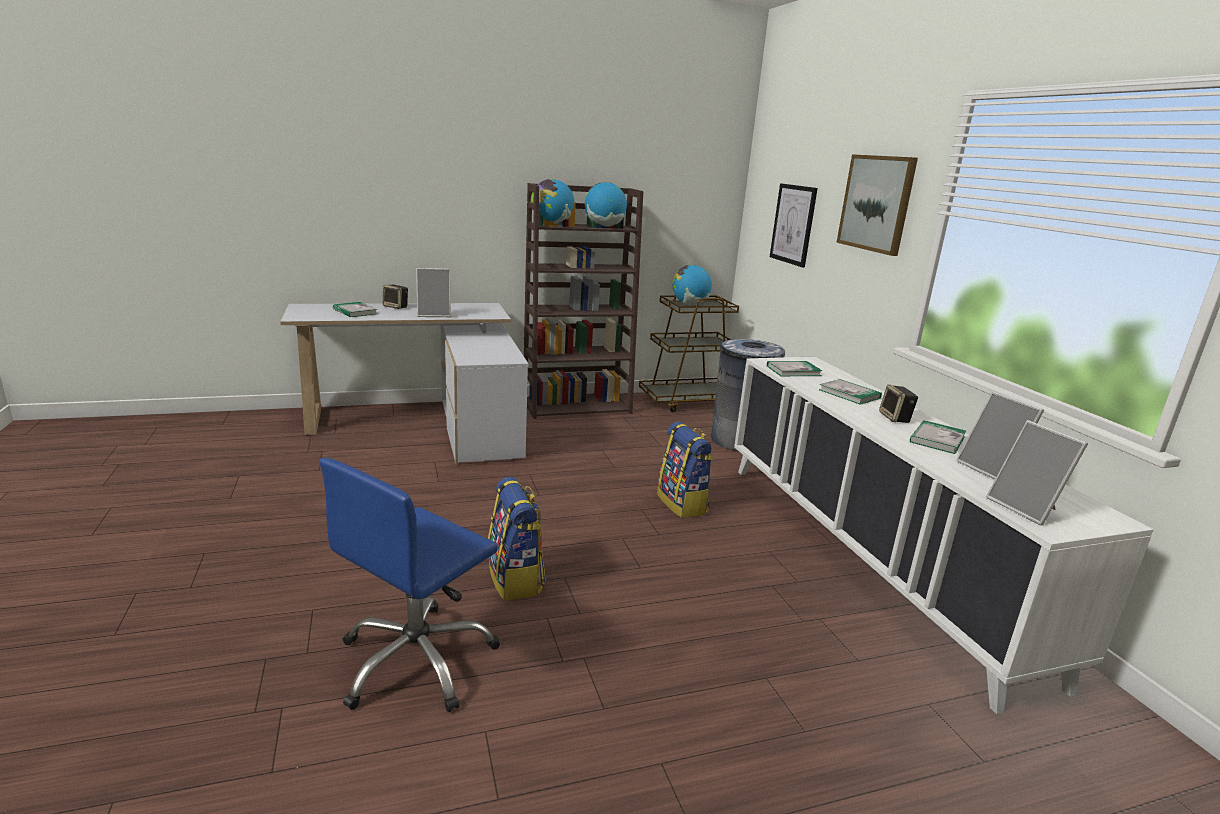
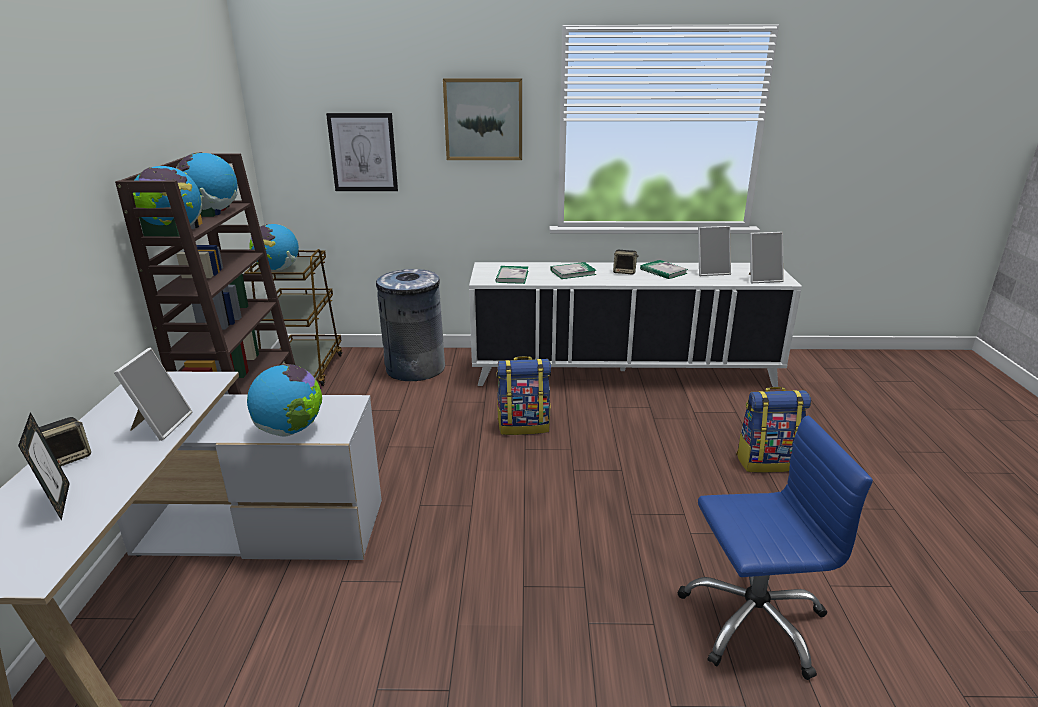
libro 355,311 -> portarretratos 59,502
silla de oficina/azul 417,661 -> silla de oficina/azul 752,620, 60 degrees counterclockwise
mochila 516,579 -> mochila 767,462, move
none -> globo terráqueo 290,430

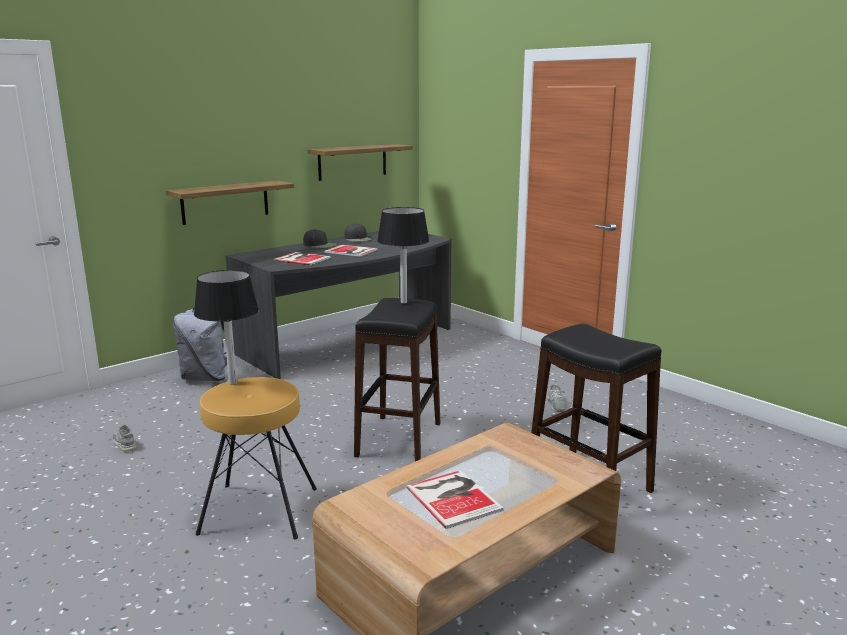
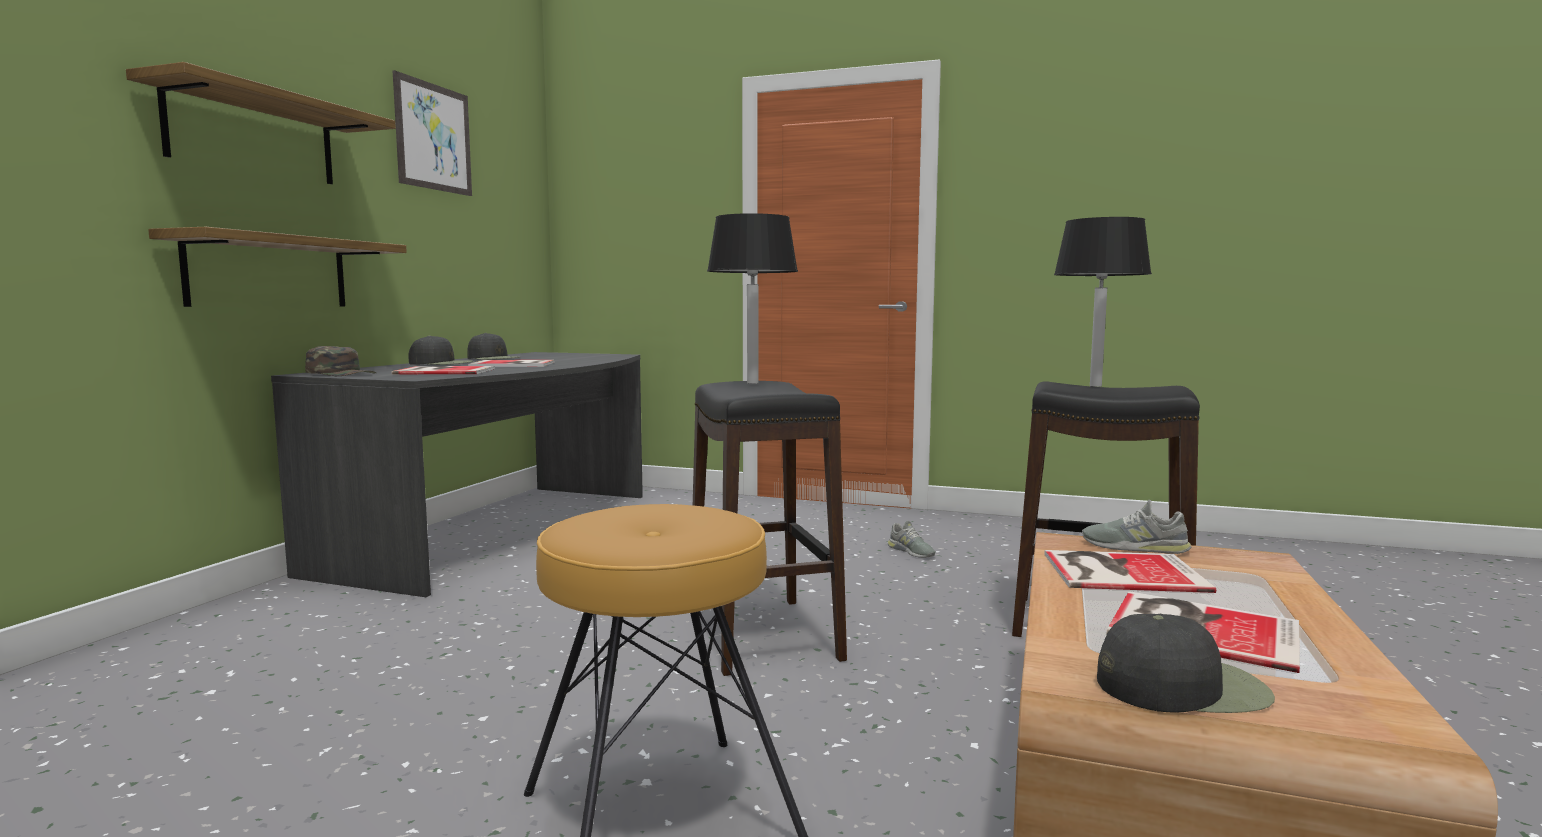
estante 352,162 -> estante 253,136, move
lámpara de mesa/negro 232,383 -> lámpara de mesa/negro 1095,386, move
mochila/gris 207,378 -> none
zapato/gris 124,443 -> zapato/gris 1134,547, move
none -> cuadro 433,137
none -> gorra/verde 341,373
none -> libro 1118,571
none -> gorra/negro 1182,686

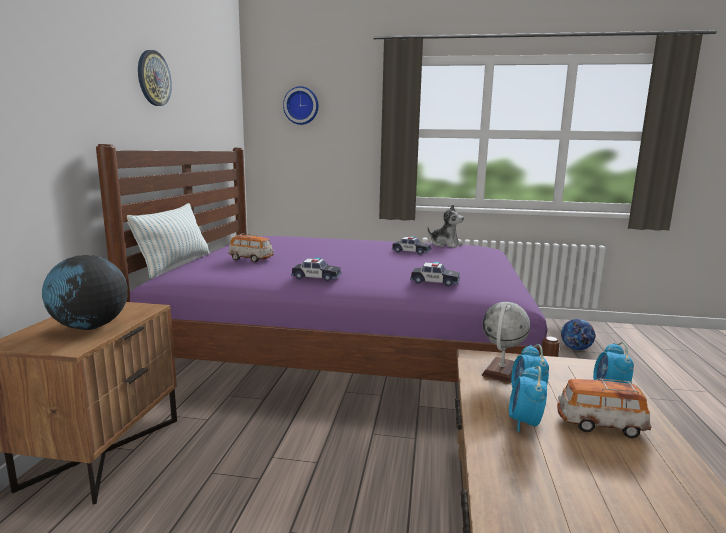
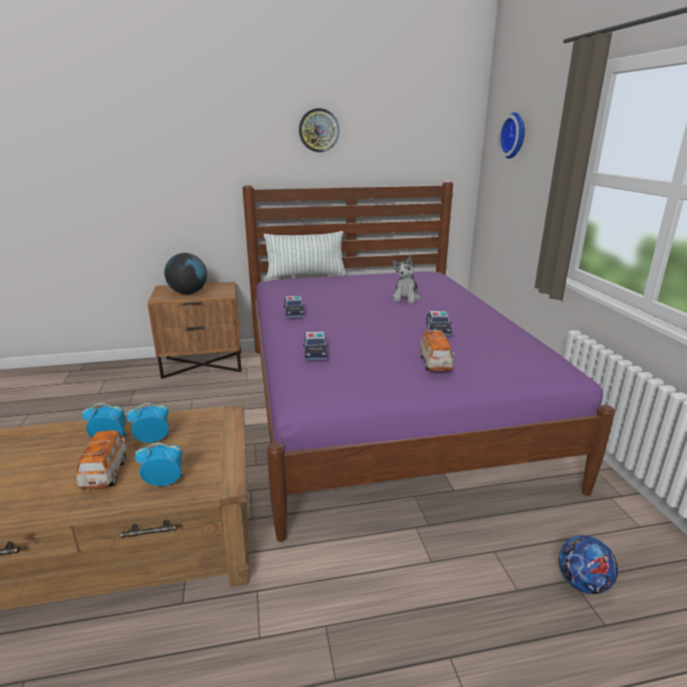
peluche 445,245 -> peluche 406,298, move
coche de juguete 251,259 -> coche de juguete 435,364, move
globo terráqueo 501,371 -> none

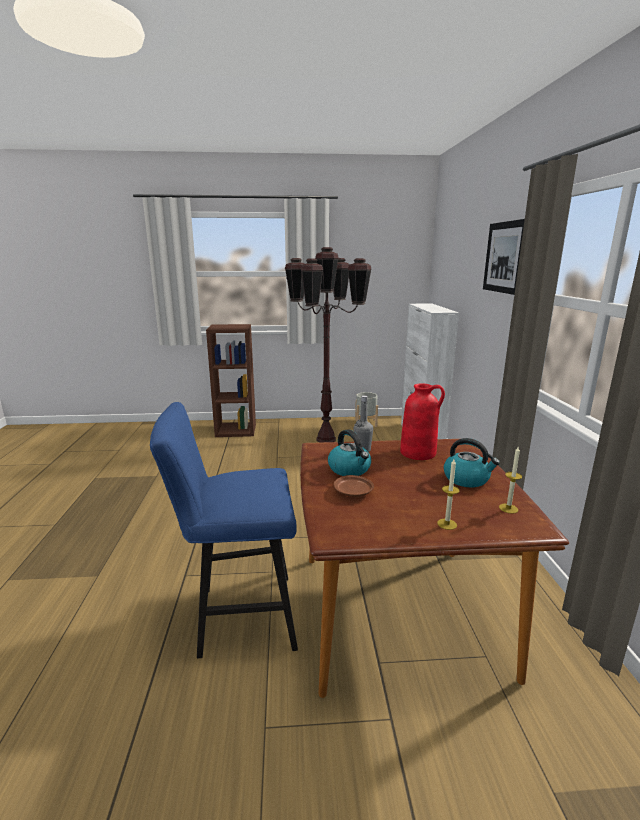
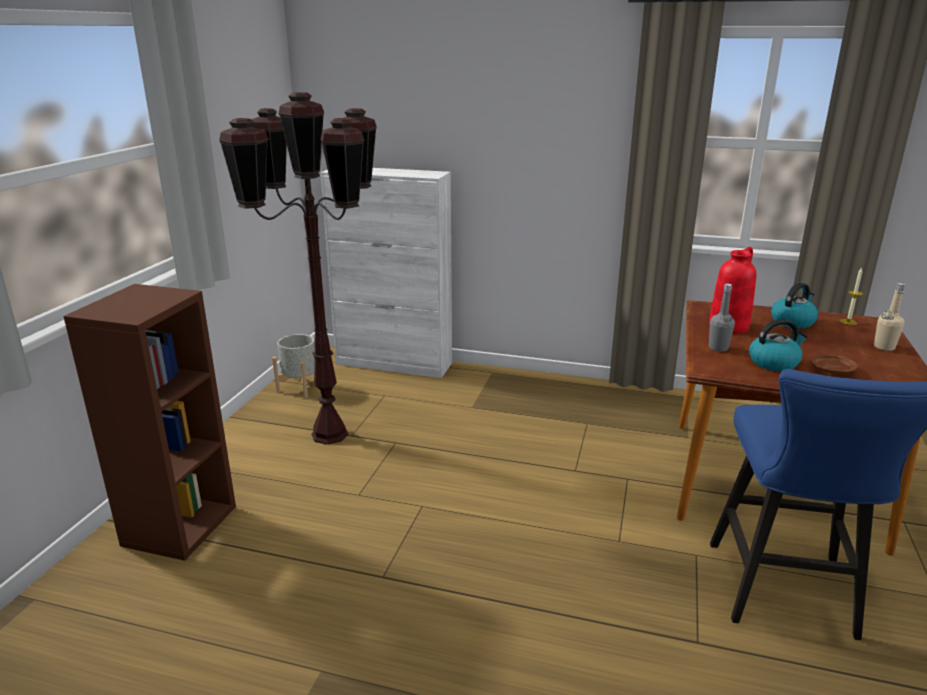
cuadro 504,257 -> none
vela 447,524 -> botella/beis 884,347

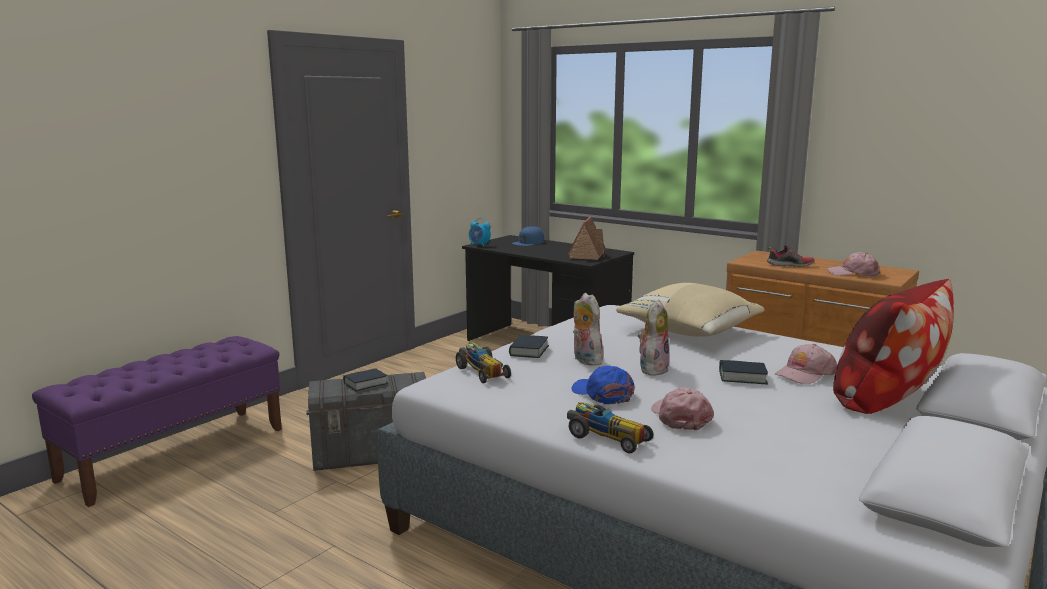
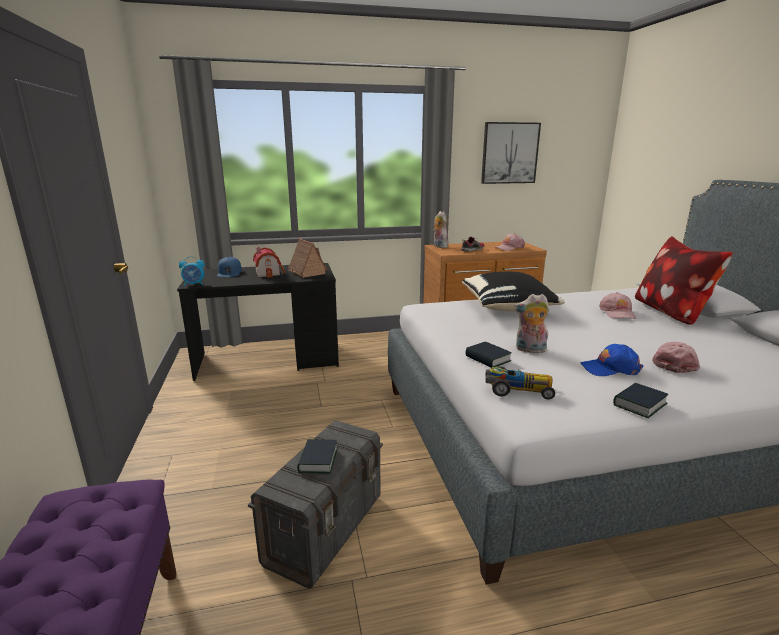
cojín/beis 690,332 -> cojín/negro 508,308
peluche 652,369 -> peluche 439,246, move
libro 742,377 -> libro 639,404, move
gorra/rosa 680,417 -> gorra/rosa 673,363, 90 degrees clockwise
coche de juguete 606,437 -> none
none -> cuadro 509,153
none -> casita 269,273

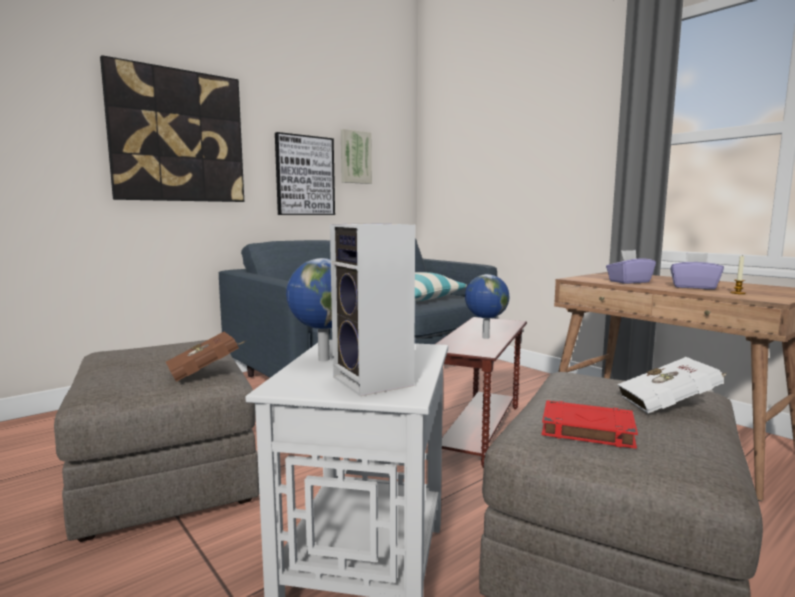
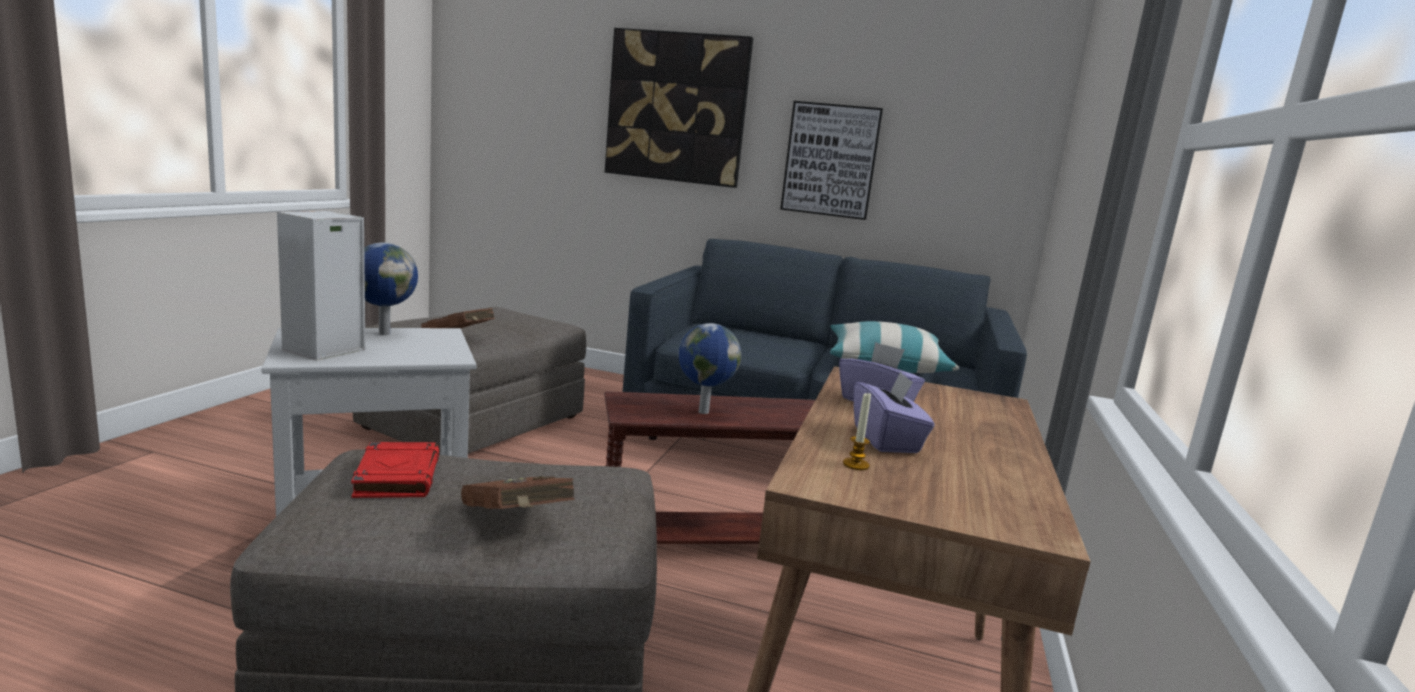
cuadro 355,157 -> none
libro/blanco 670,406 -> libro/marrón 515,523

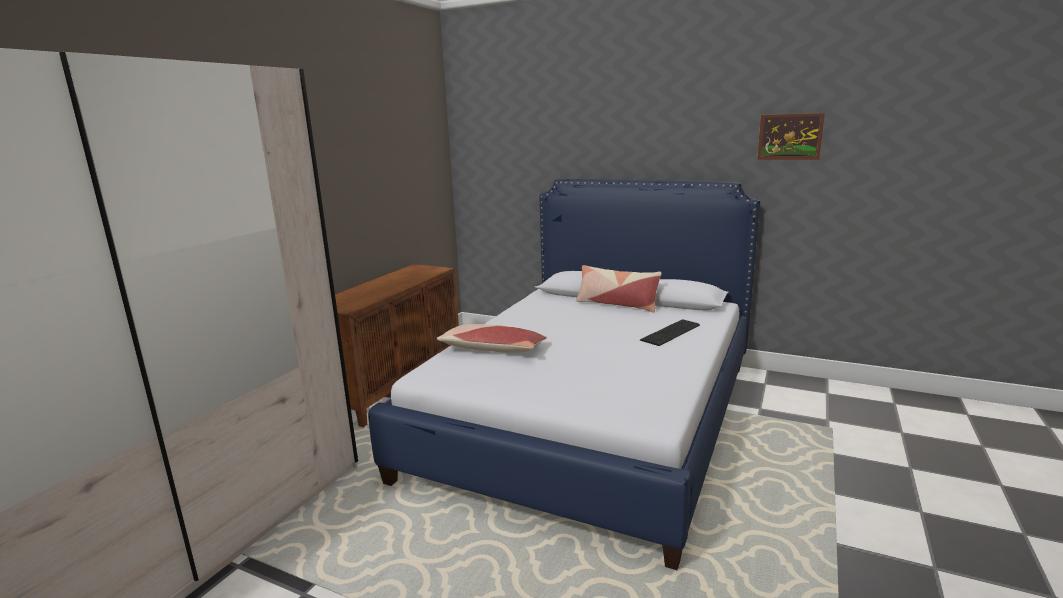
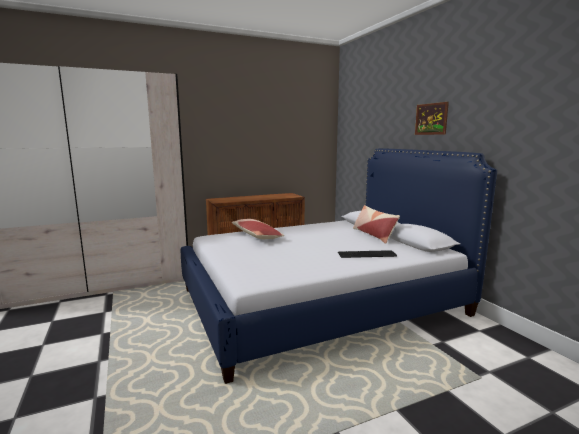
cuadro 790,136 -> cuadro 431,119, move

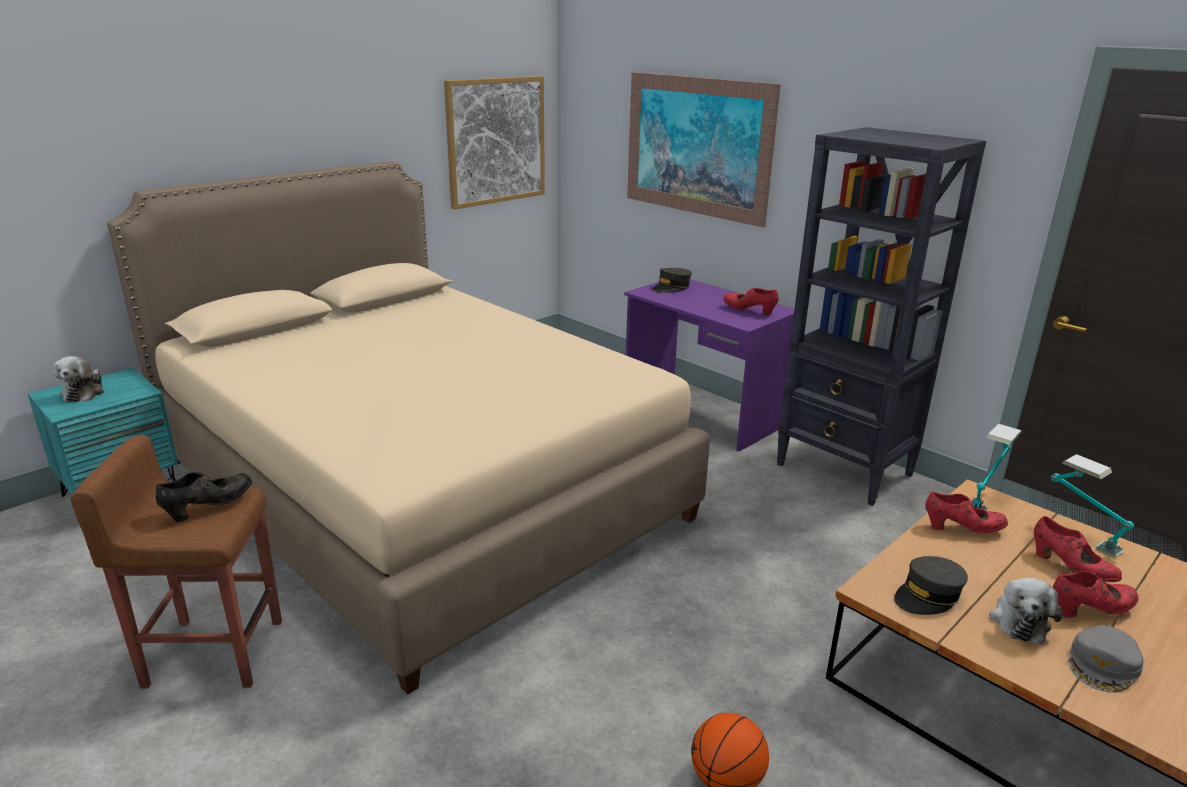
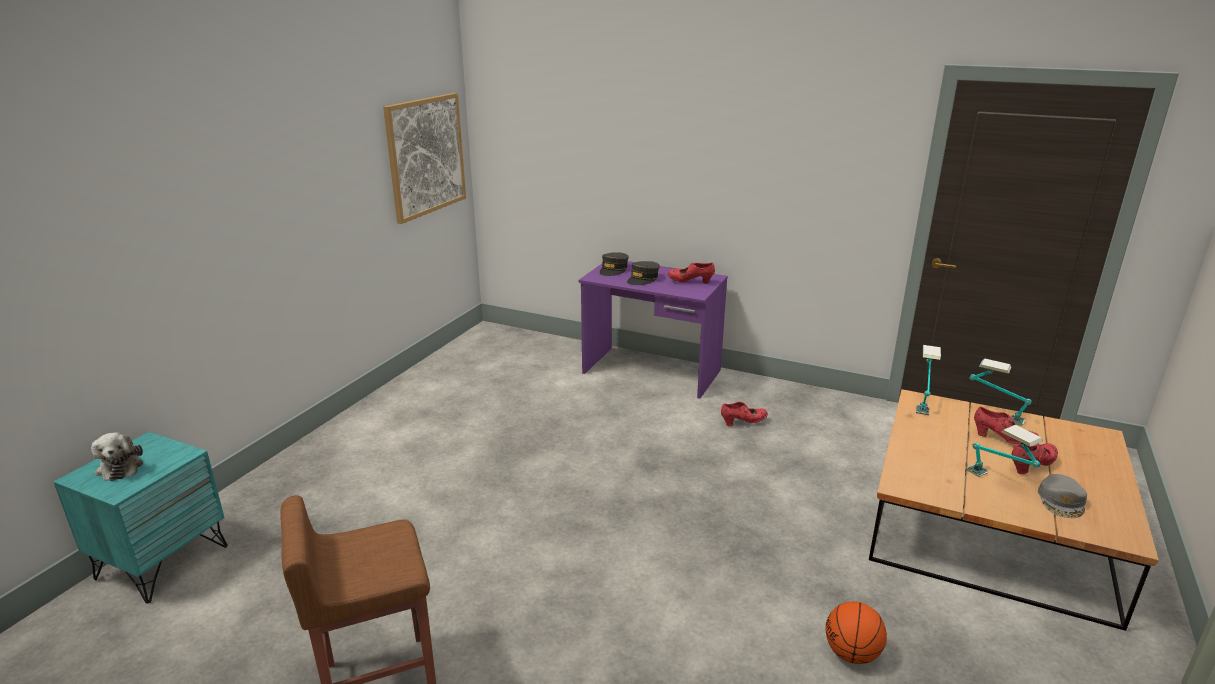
cuadro 697,146 -> none
estantería/negro 845,470 -> none
cama/beis 419,489 -> none
zapato/negro 210,507 -> none
zapato/rojo 962,529 -> zapato/rojo 743,422, move
gorra/gris 928,596 -> gorra/gris 643,279, move
peluche 1019,620 -> lámpara de mesa 998,483

